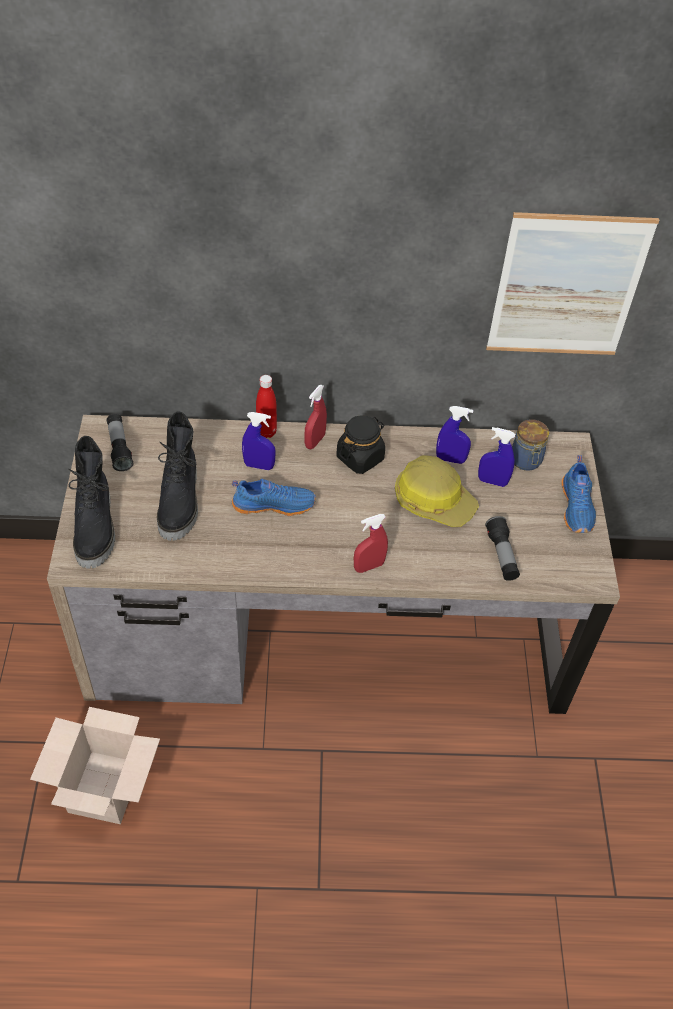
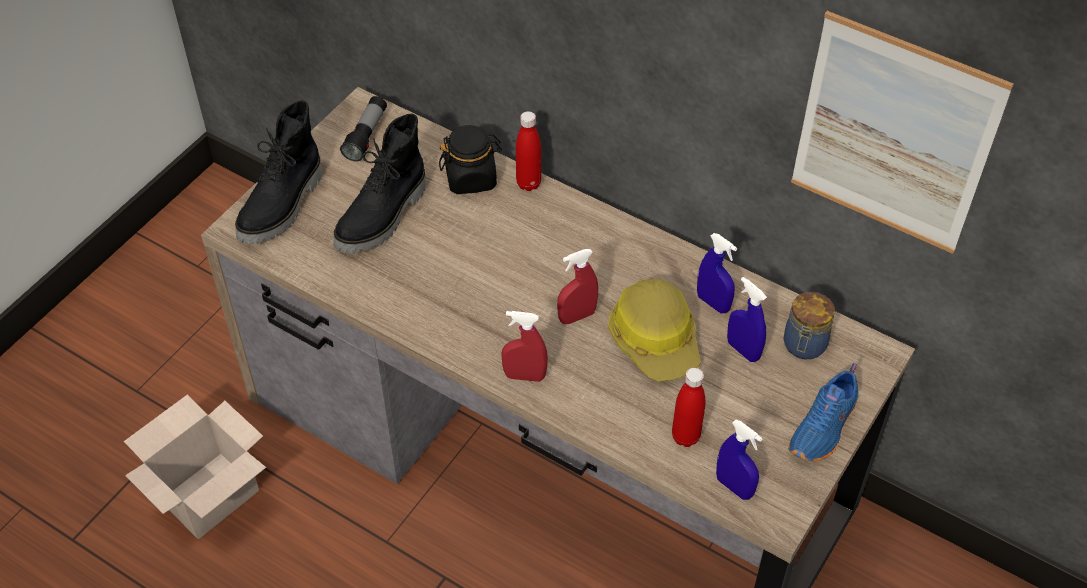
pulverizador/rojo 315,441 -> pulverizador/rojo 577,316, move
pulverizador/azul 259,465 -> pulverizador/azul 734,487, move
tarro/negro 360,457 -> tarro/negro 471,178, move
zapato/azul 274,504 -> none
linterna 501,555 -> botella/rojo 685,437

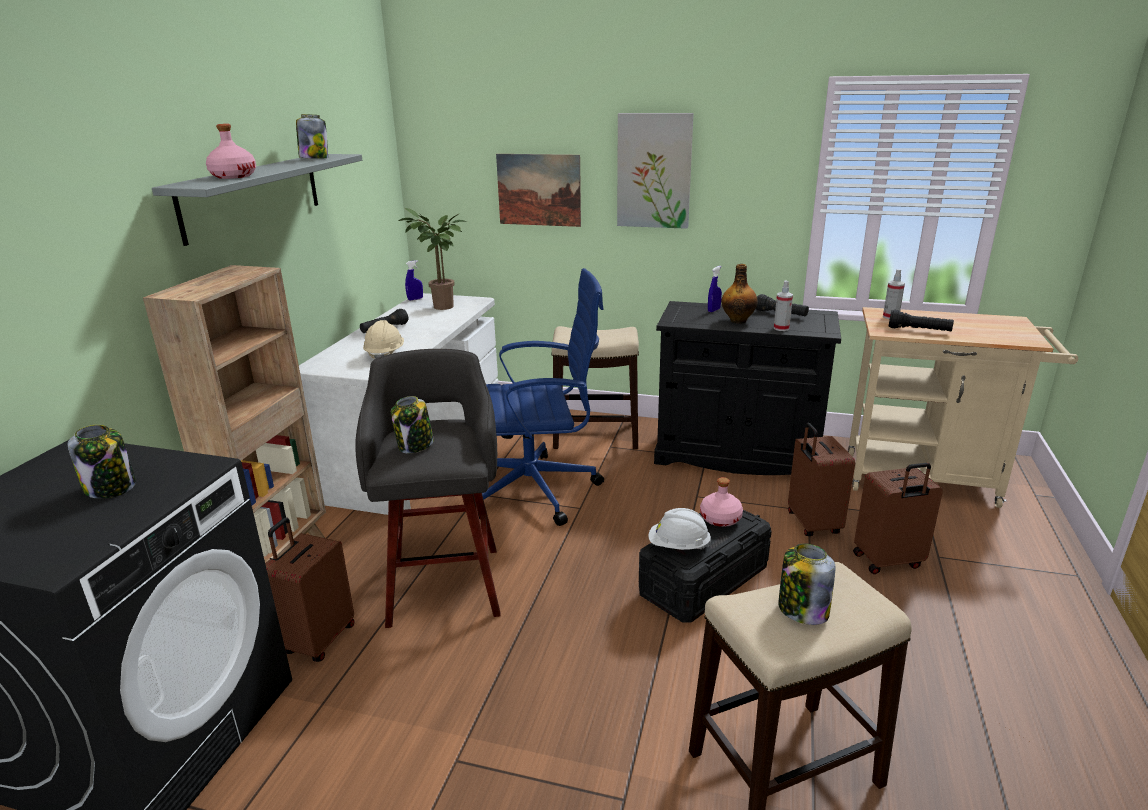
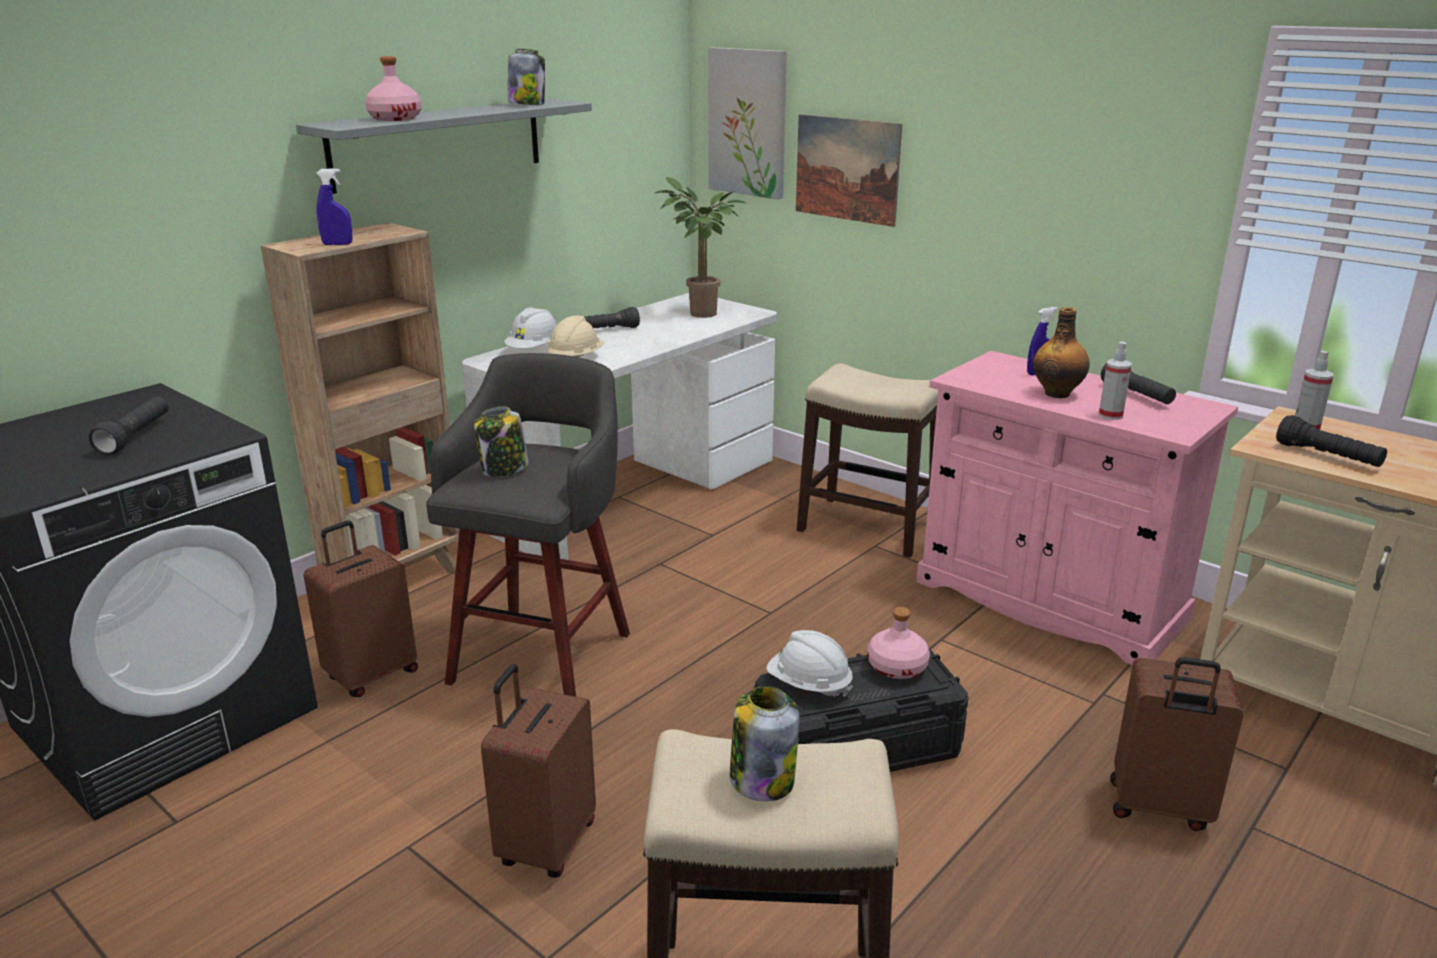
cuadro 654,171 -> cuadro 748,123, move
pulverizador/azul 415,299 -> pulverizador/azul 337,244, move
silla de oficina/azul 536,490 -> none
armario/negro 737,455 -> armario/rosa 1049,600
maleta/marrón 812,524 -> maleta/marrón 545,844, move
tarro 111,487 -> linterna/negro 136,437
none -> casco/blanco 534,350

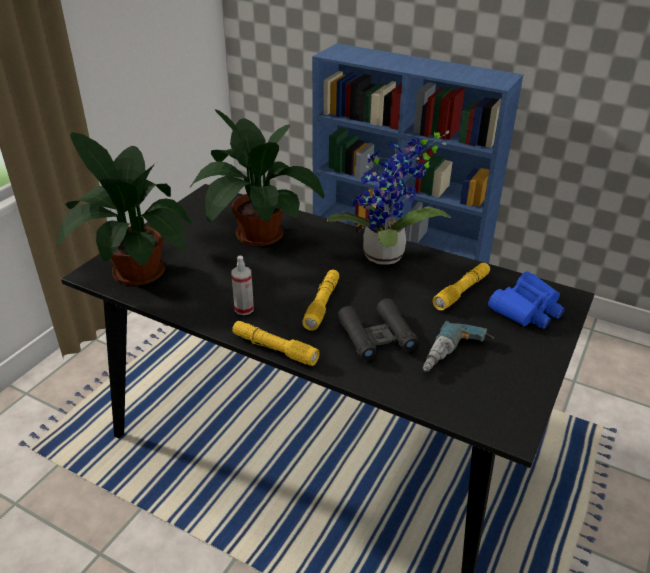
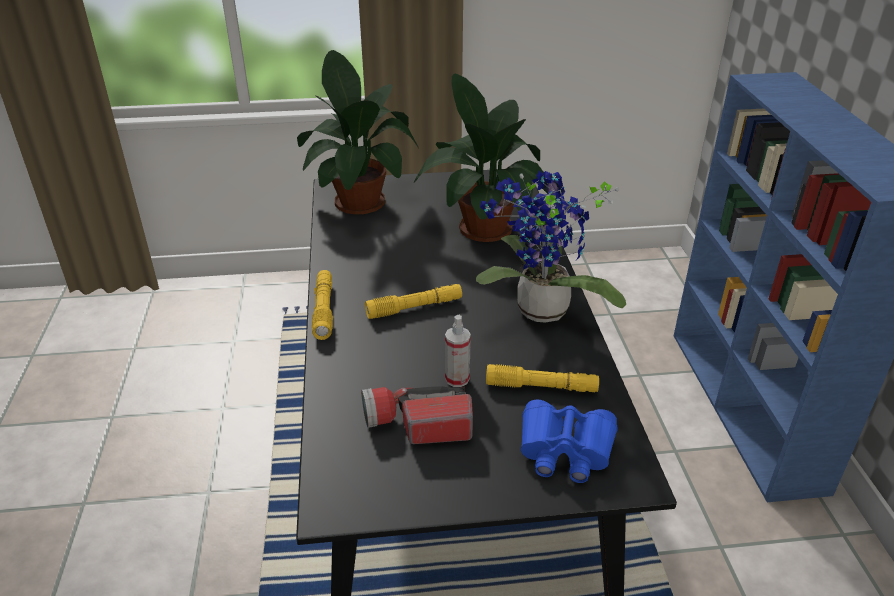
pulverizador 244,309 -> pulverizador 457,379, move
prismáticos/negro 377,336 -> none
taladro 456,358 -> linterna 417,424

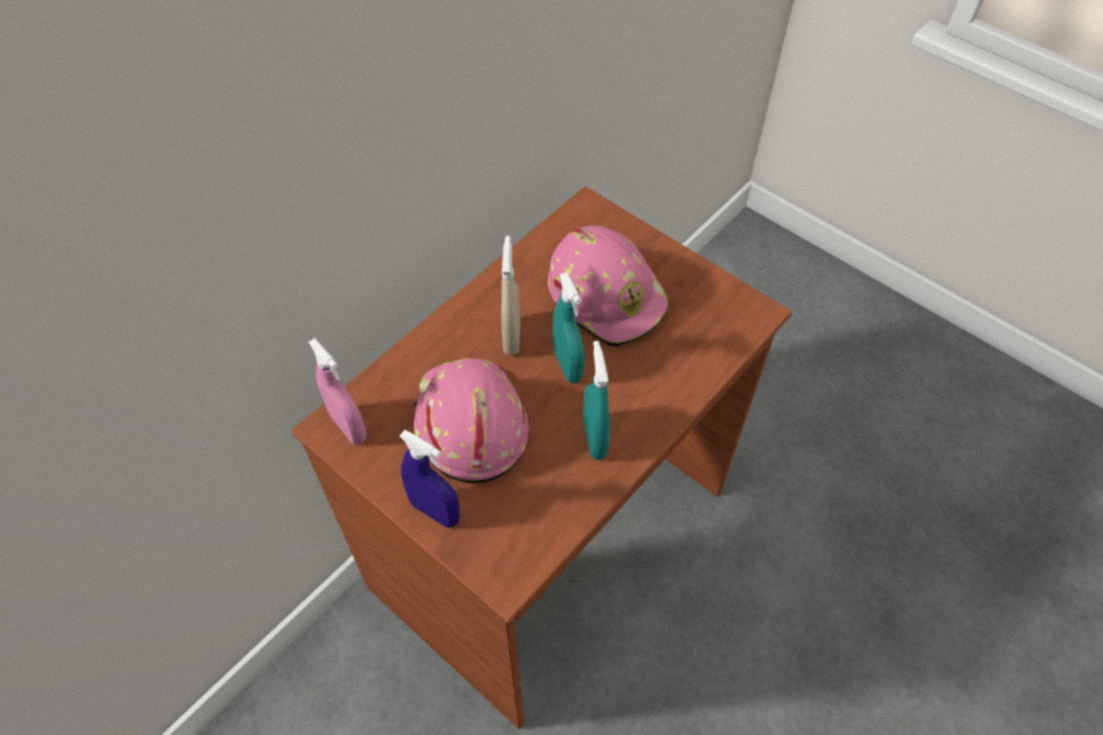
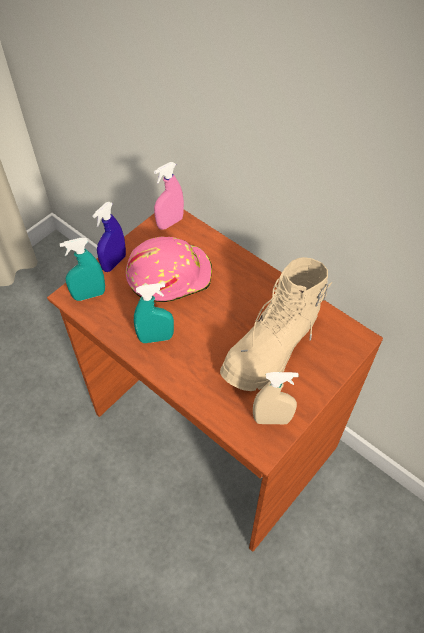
casco/rosa 607,296 -> bota/beis 272,348
pulverizador/beis 512,337 -> pulverizador/beis 272,419, move
pulverizador/turquesa 567,365 -> pulverizador/turquesa 89,295, move

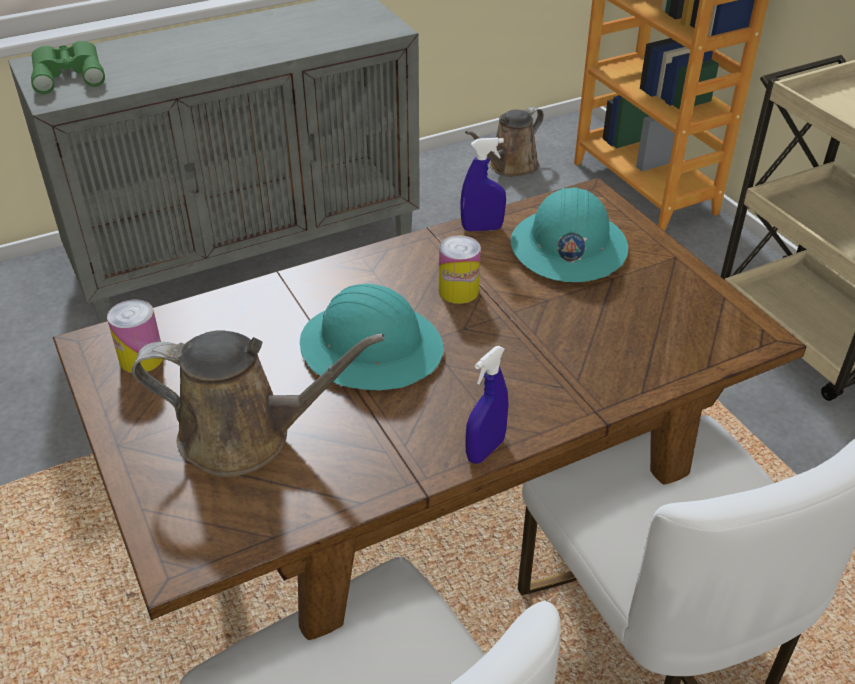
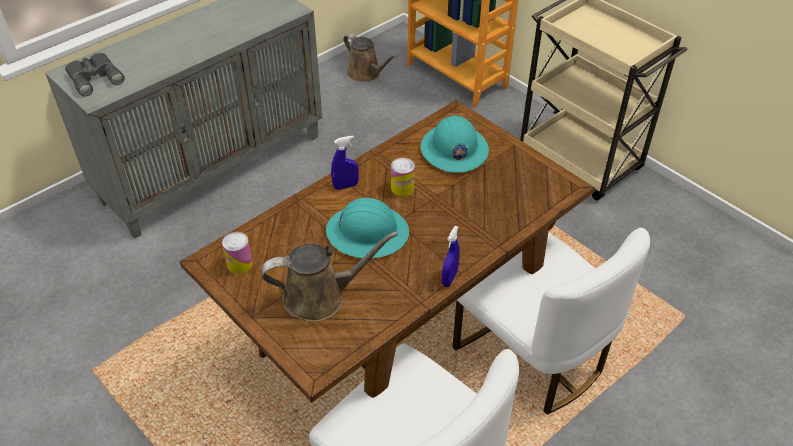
prismáticos/verde 68,73 -> prismáticos/gris 94,77
regadera/marrón 509,166 -> regadera/marrón 366,74, 75 degrees counterclockwise
pulverizador/azul 482,228 -> pulverizador/azul 345,186, move

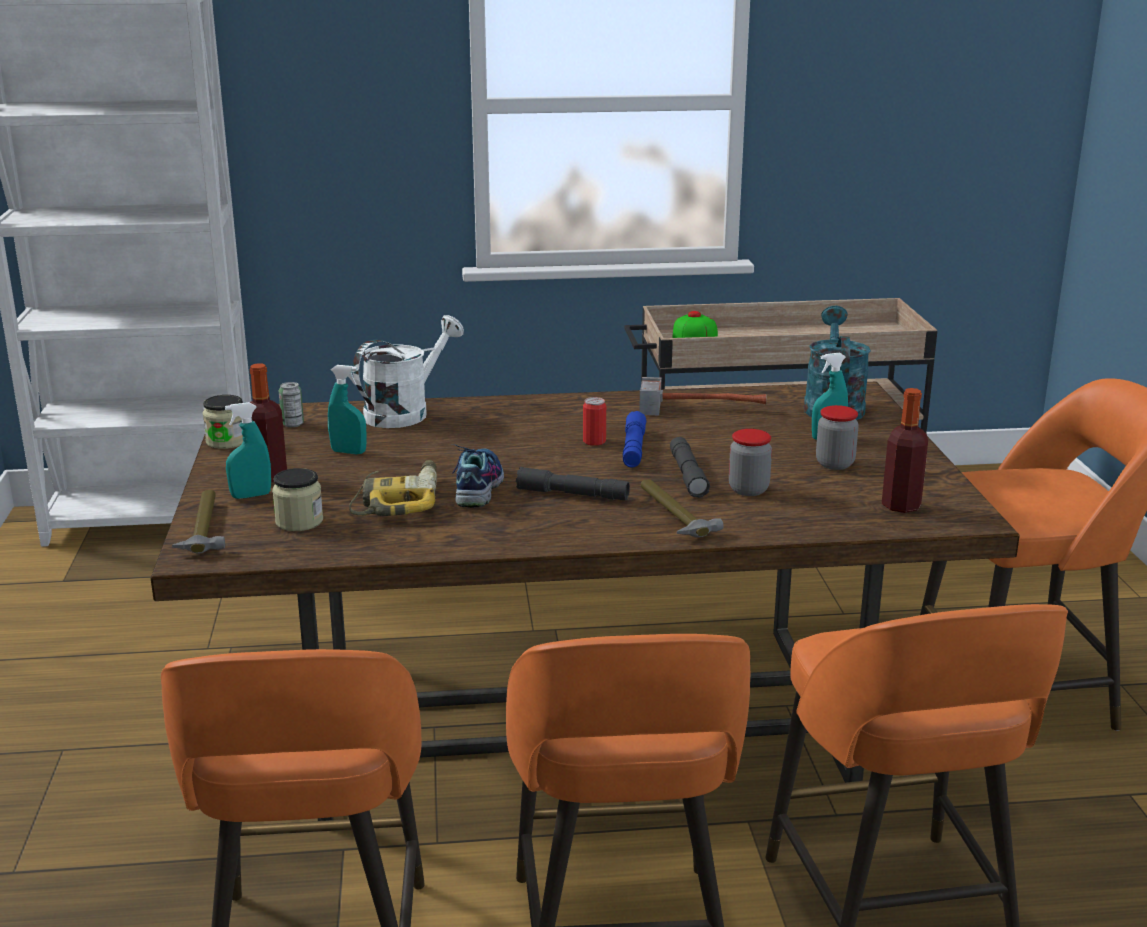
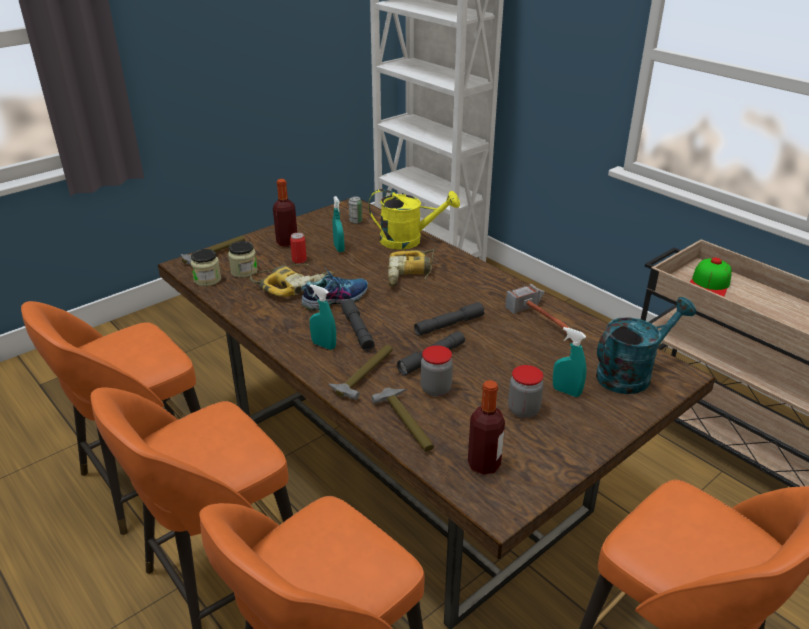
regadera/blanco 405,412 -> regadera/amarillo 409,240
tarro 227,441 -> tarro 207,279, move
lata 594,441 -> lata 299,260, move
pulverizador/turquesa 251,495 -> pulverizador/turquesa 324,345, move
linterna/azul 633,448 -> linterna/gris 449,325
none -> taladro 411,274
none -> martillo 406,423

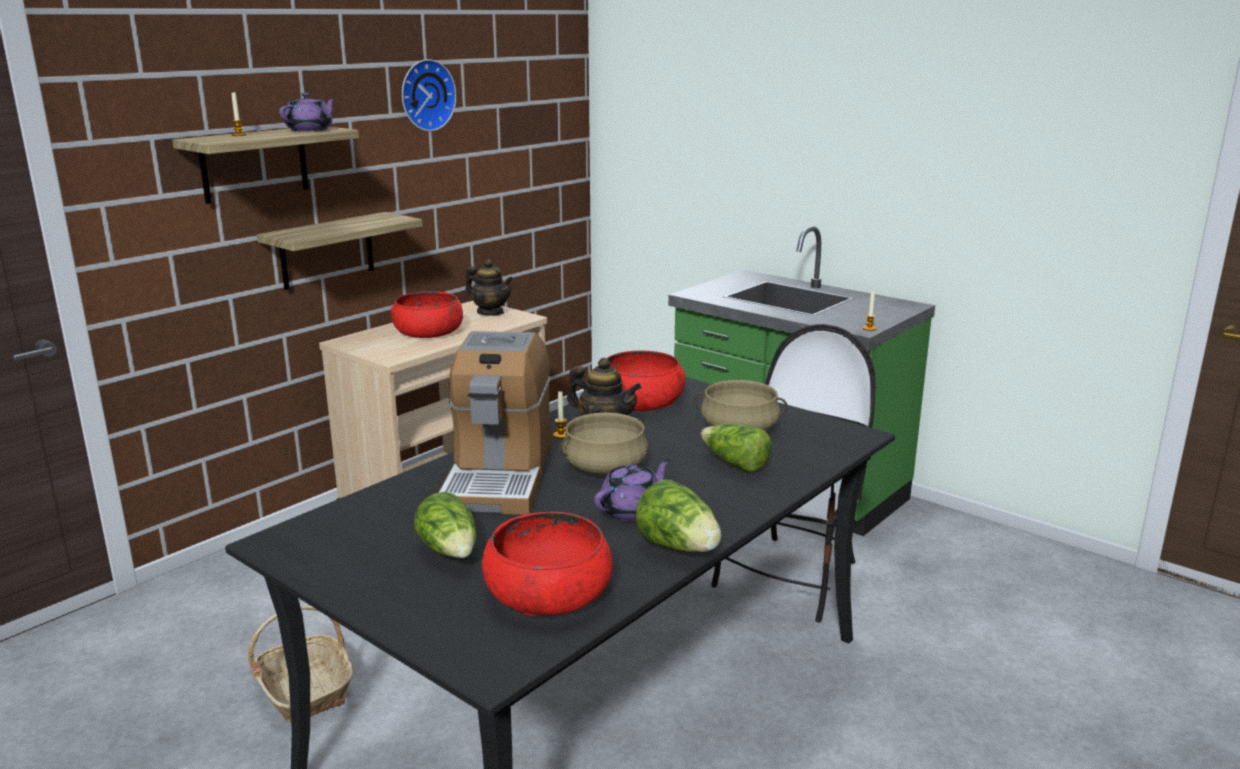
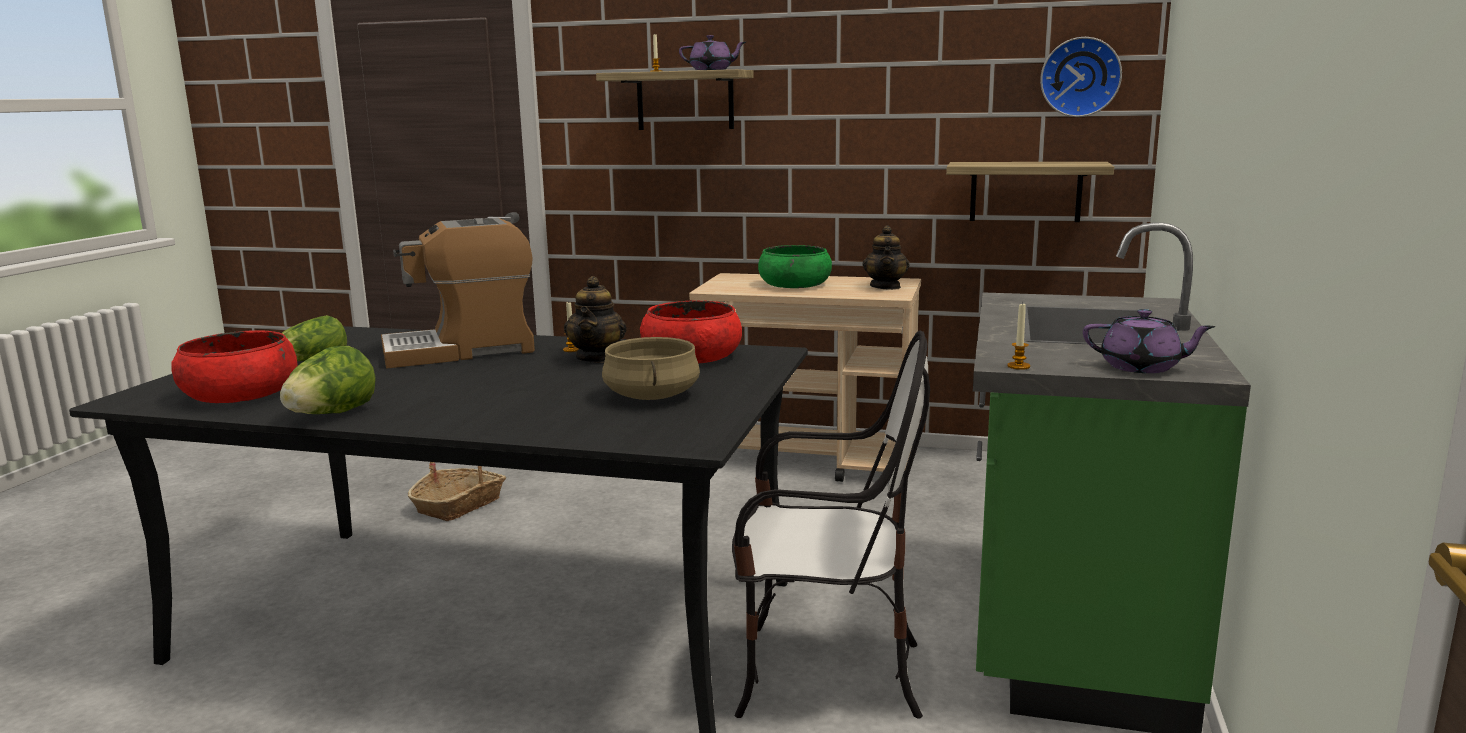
reloj de pared 425,95 -> reloj de pared 1080,77, move
estante 327,251 -> estante 1025,191, move
cuenco/rojo 428,332 -> cuenco/verde 794,285
olla/beis 605,467 -> none
lechuga 734,464 -> none
tetera/morado 632,510 -> tetera/morado 1142,367, move

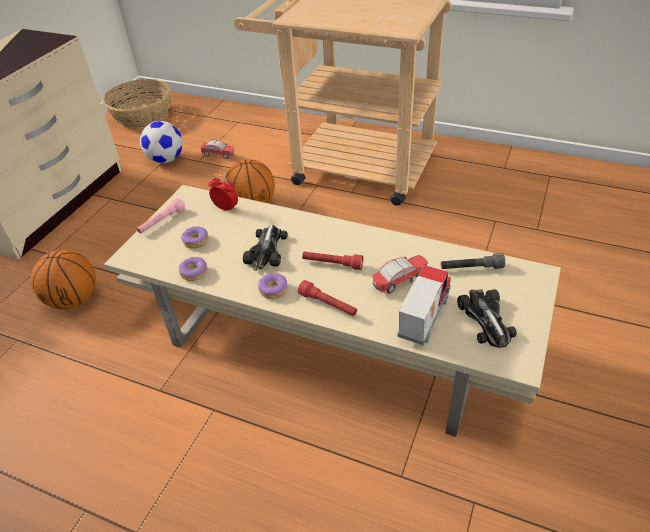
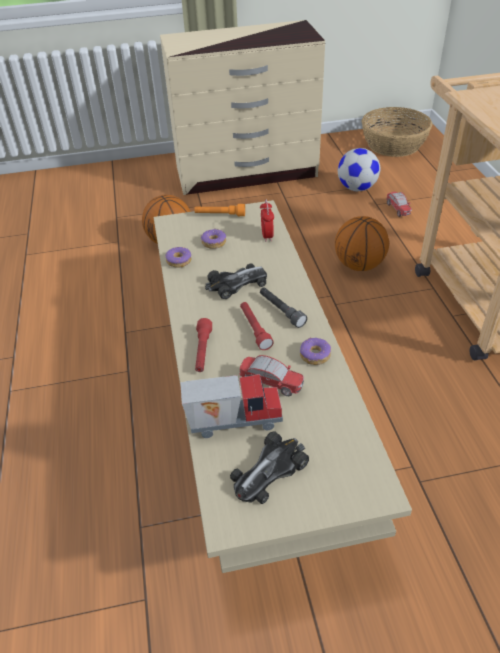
linterna/rosa 161,221 -> linterna/naranja 220,215
linterna/gris 471,268 -> linterna/gris 281,311, move
rosquilla 273,290 -> rosquilla 314,355, move

